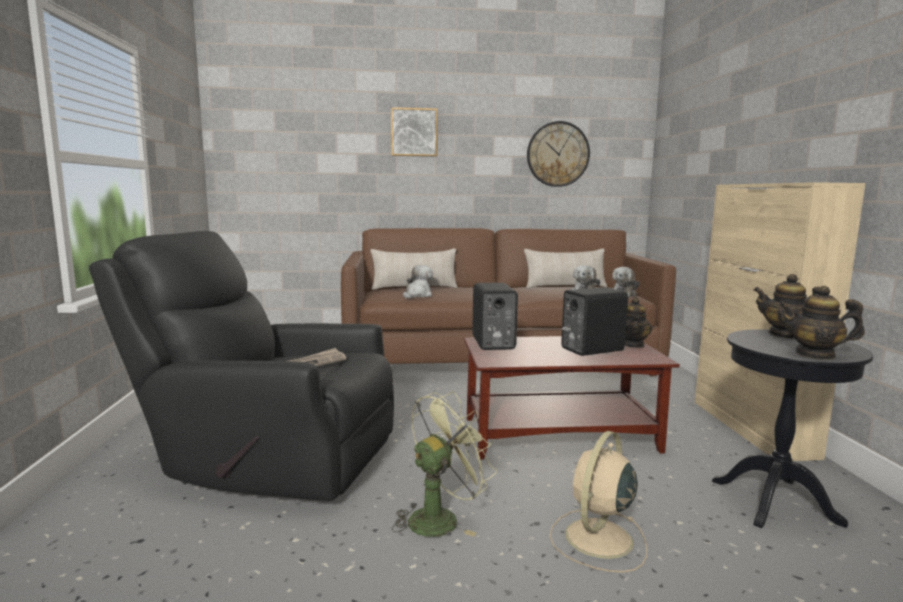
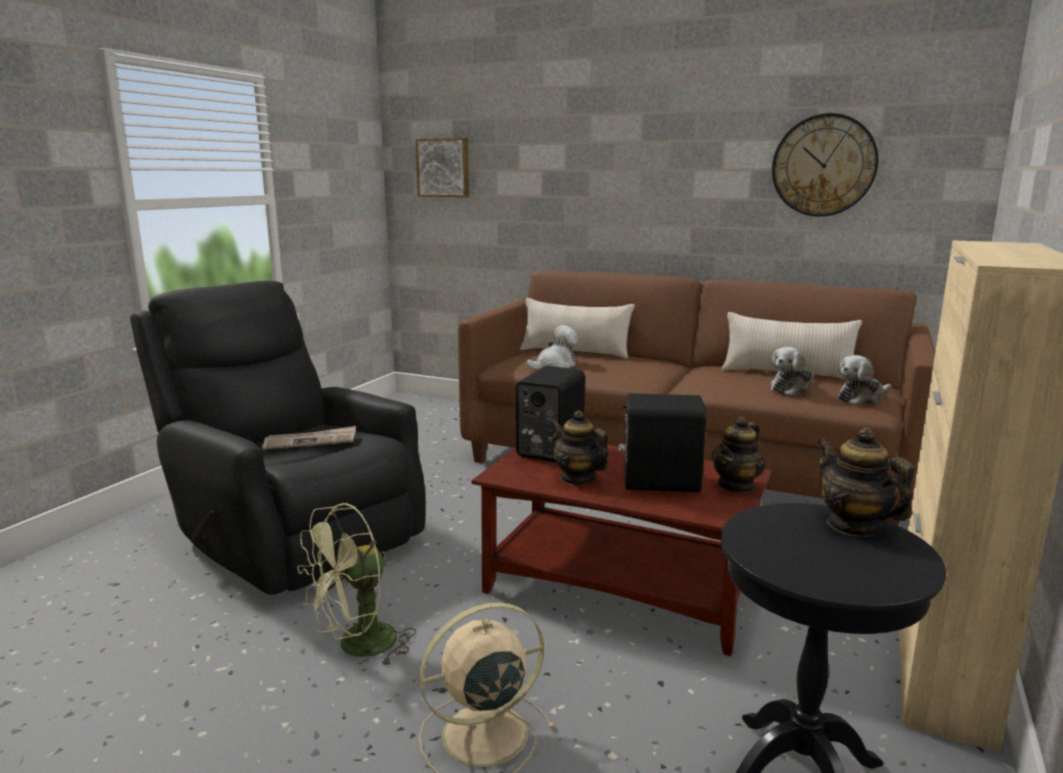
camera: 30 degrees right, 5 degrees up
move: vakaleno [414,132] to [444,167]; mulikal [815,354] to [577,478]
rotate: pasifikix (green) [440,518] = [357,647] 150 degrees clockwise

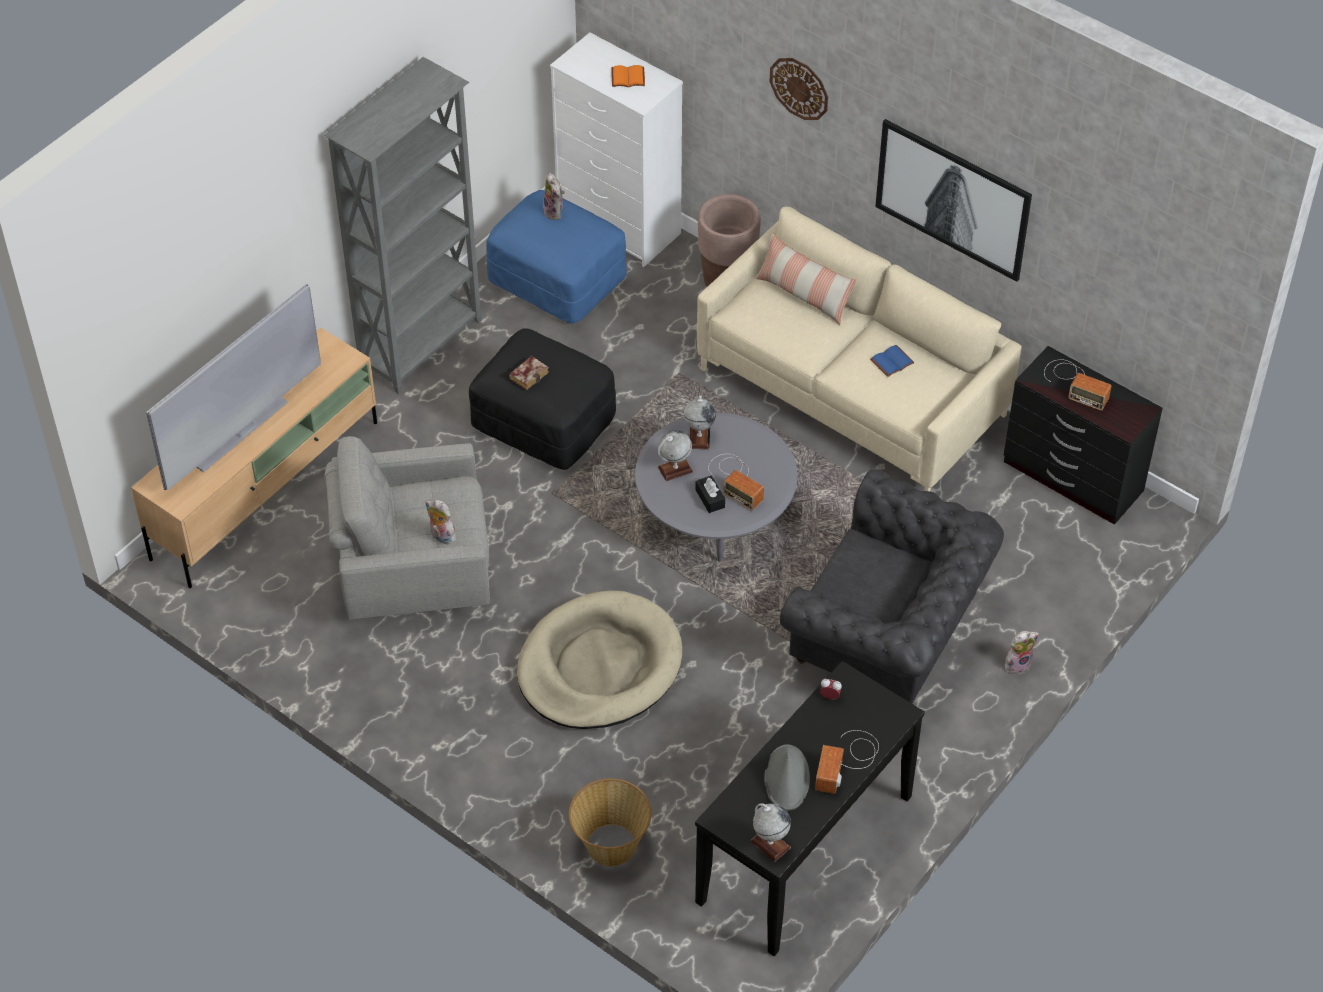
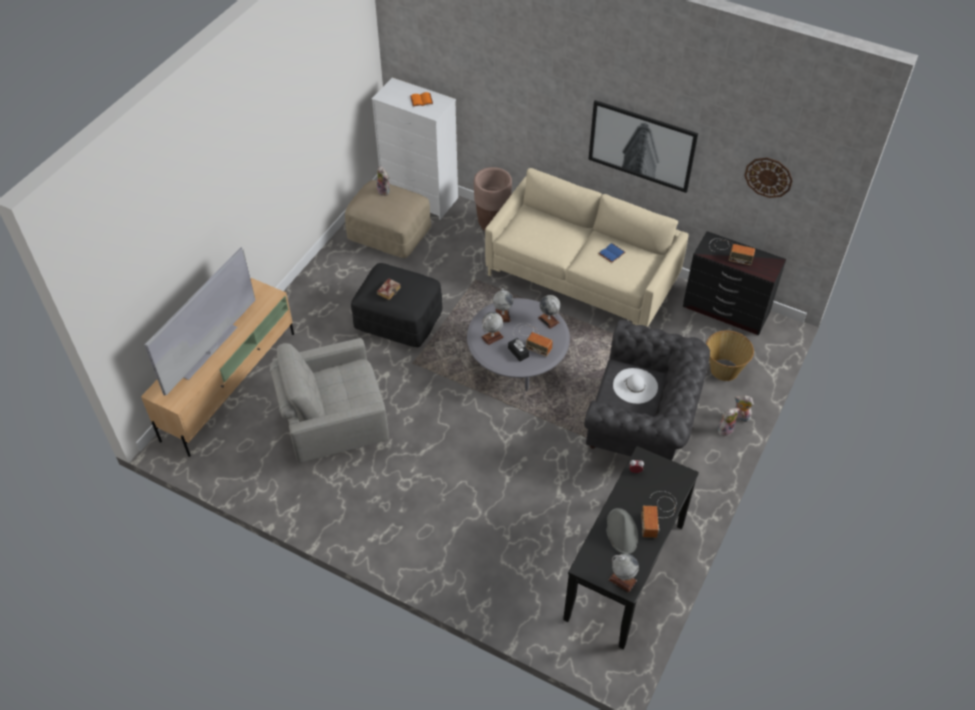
camera: 10 degrees left, 0 degrees up
delete: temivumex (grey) [422,344]; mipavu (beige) [599,666]; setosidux [803,295]
insert: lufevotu [549,320]; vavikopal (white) [635,386]
move: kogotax [441,536] to [740,417]; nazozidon [610,844] to [724,369]; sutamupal [799,88] to [768,177]
recolor: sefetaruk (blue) [556,280] to sefetaruk (beige) [389,234]

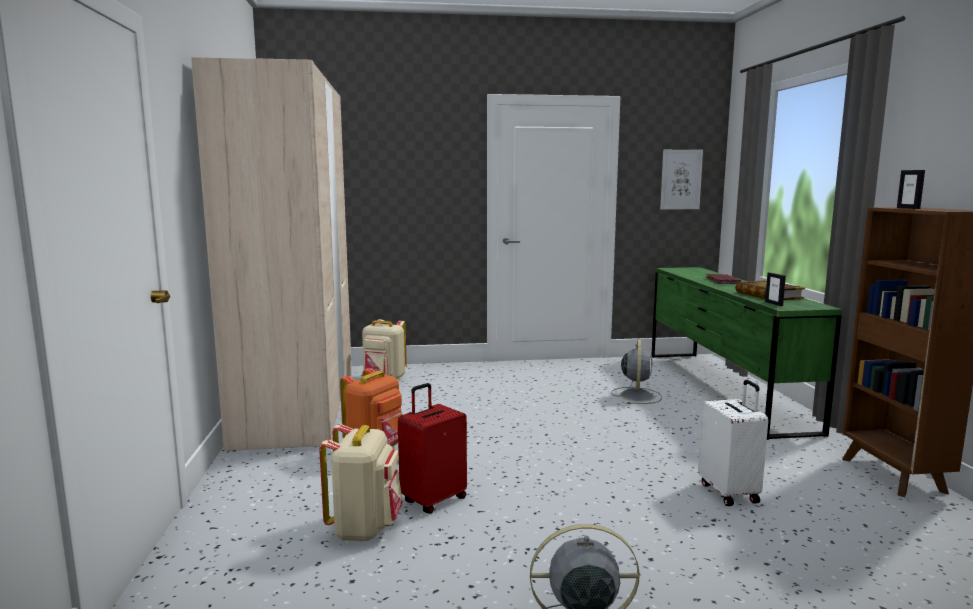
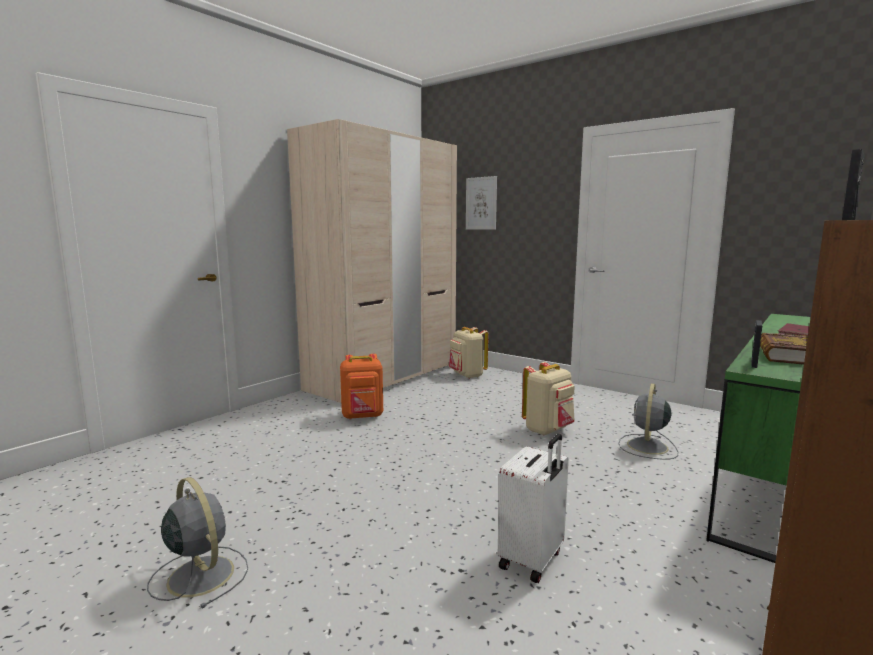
camera: 45 degrees right, 0 degrees up
delete: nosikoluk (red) [433,500]
move: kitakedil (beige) [365,528] to [548,430]; vakaleno [681,179] to [481,203]
rotate: pasifikix (grey) [636,395] = [647,447] 150 degrees clockwise

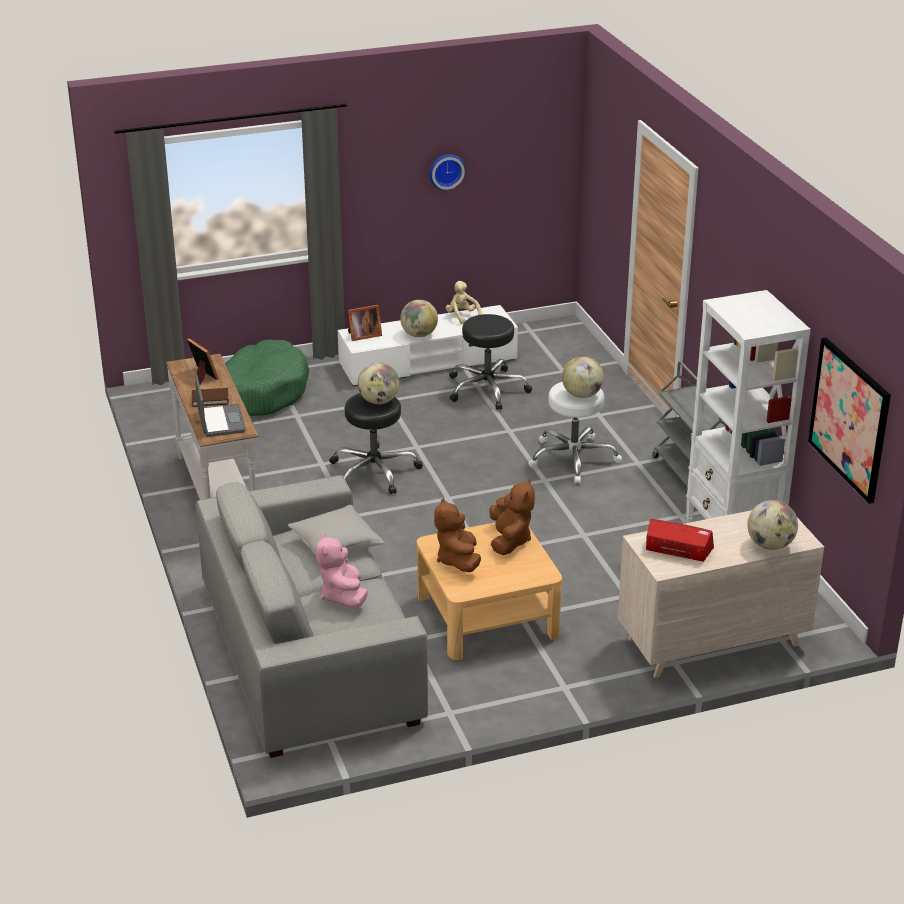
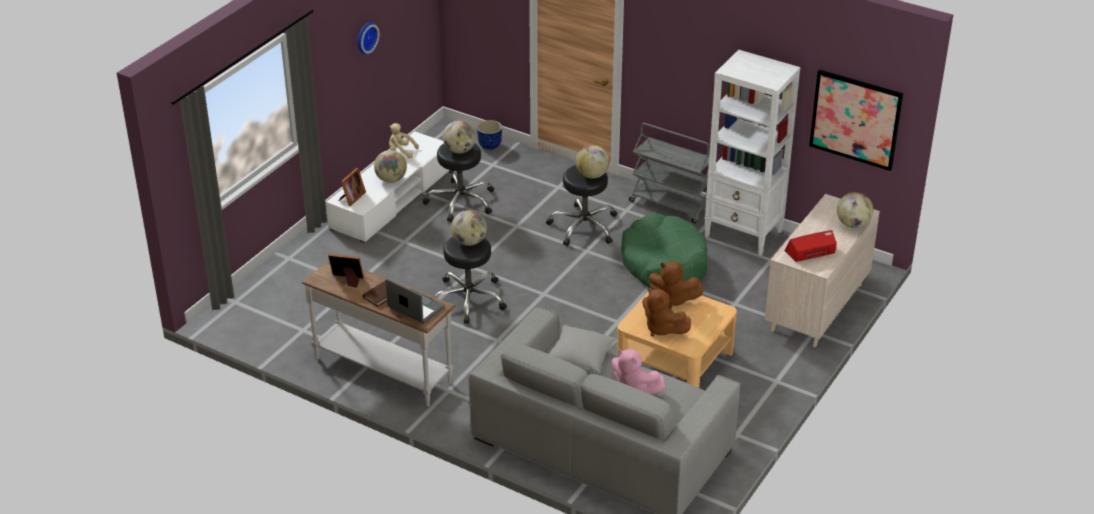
camera: 40 degrees left, 5 degrees up
insert: lufevotu [459,150]; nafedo [490,146]
move: mipavu (green) [260,392] to [664,264]
recolor: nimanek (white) [573,458] to nimanek (black) [583,226]
rotate: kogotax (brown) [509,540] = [673,299] 150 degrees clockwise

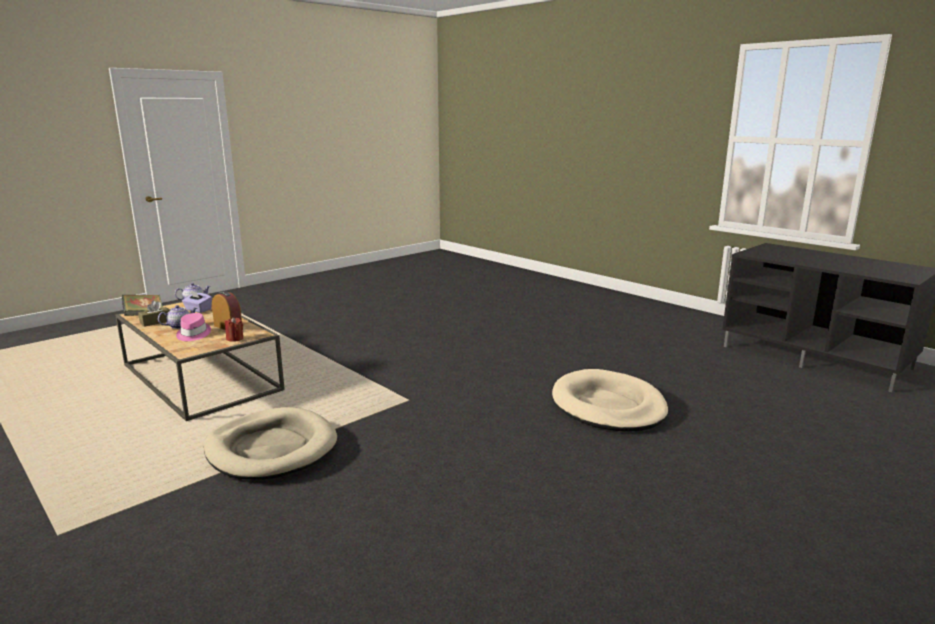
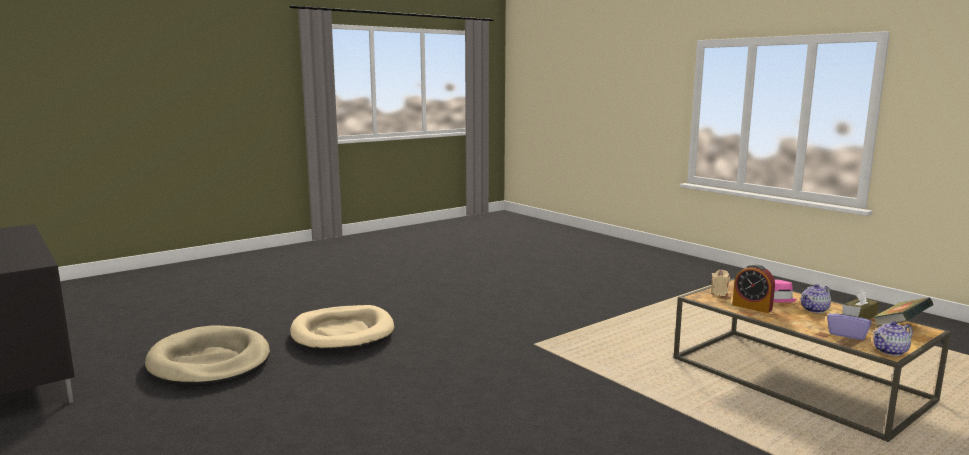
camera: 175 degrees left, 5 degrees down
move: mipavu (beige) [271,448] to [210,362]
recolor: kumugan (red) [235,339] to kumugan (beige) [719,293]

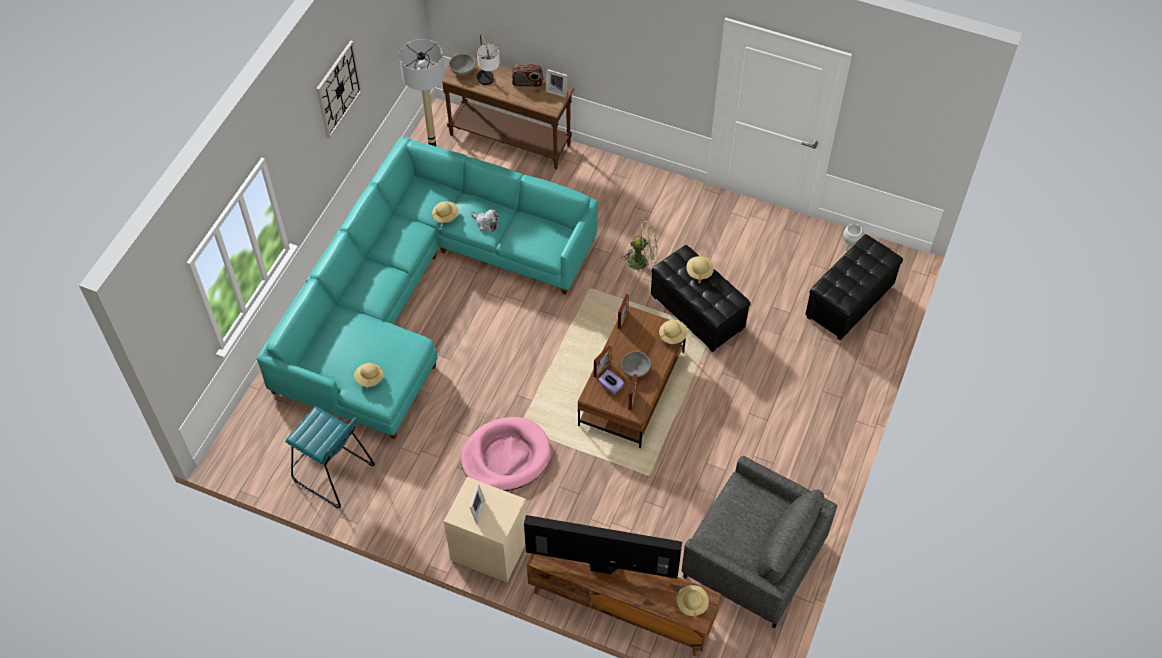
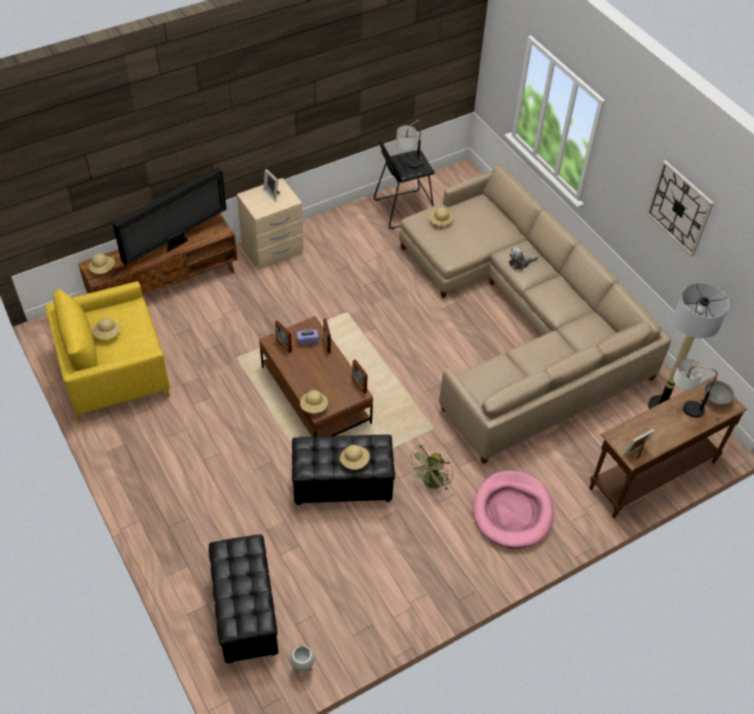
camera: 125 degrees right, 5 degrees down
delete: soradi [527,83]; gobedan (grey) [635,370]
insert: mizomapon [408,167]
move: vavikopal (beige) [445,216] to [107,334]; mipavu (pink) [506,456] to [512,511]; kogotax [486,223] to [520,262]
recolor: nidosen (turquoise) [419,292] to nidosen (beige) [521,324]; nimanek (turquoise) [333,473] to nimanek (black) [403,209]; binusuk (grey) [753,560] to binusuk (yellow) [114,372]

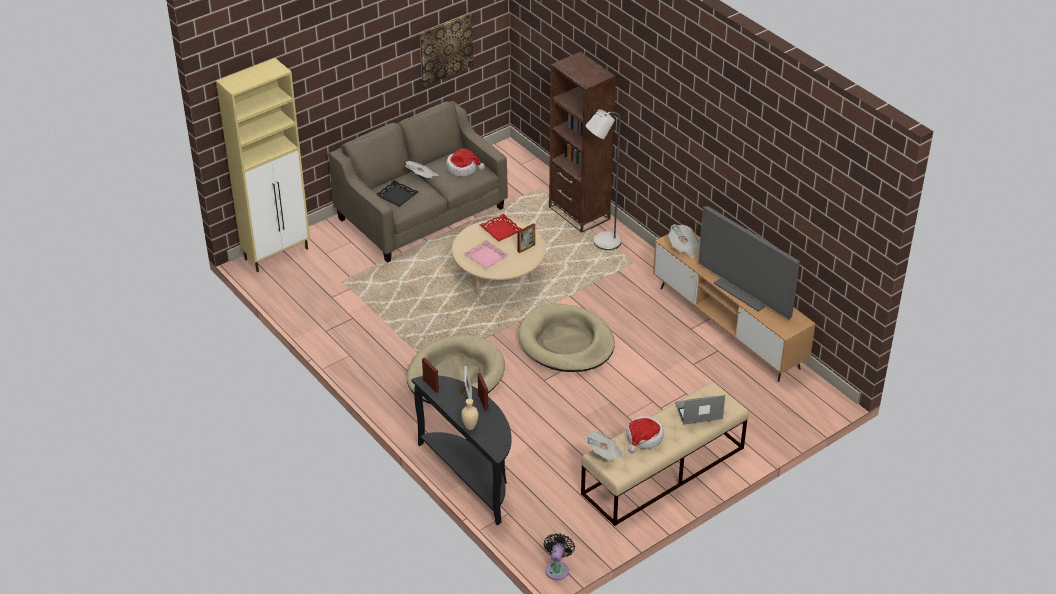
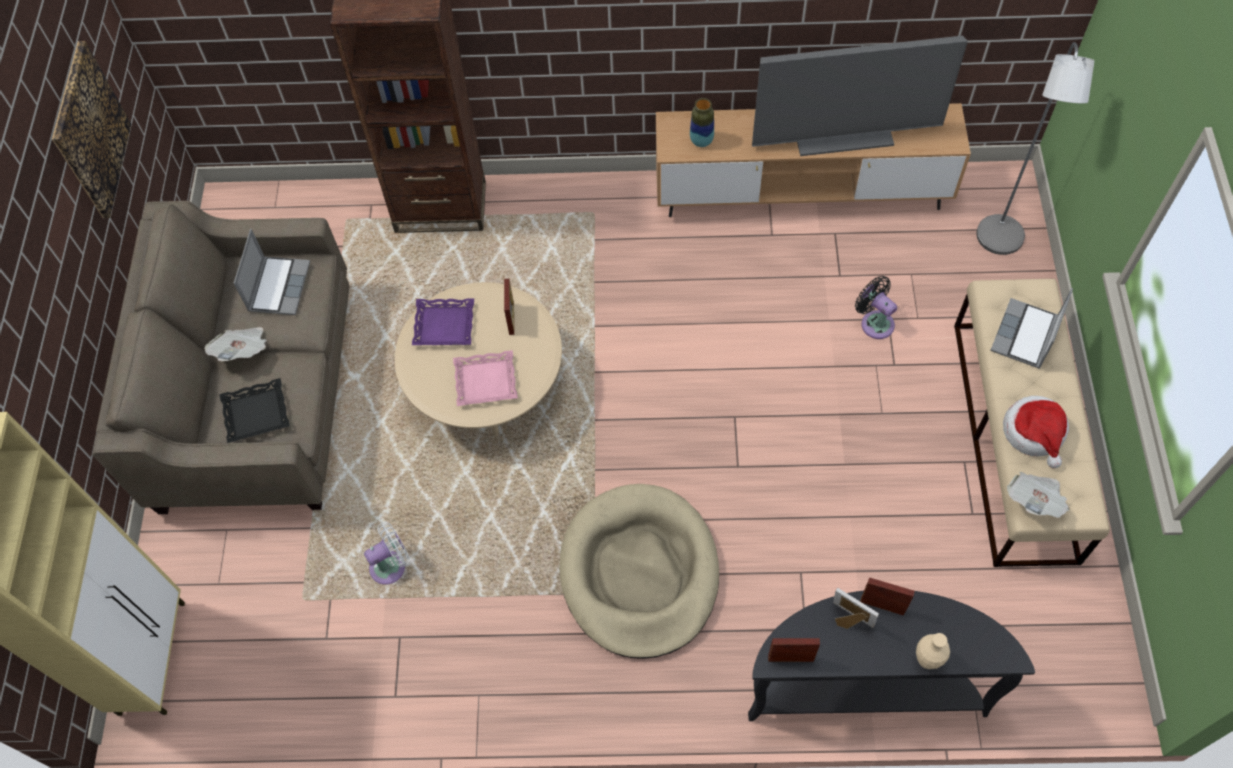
camera: 50 degrees left, 20 degrees up
delete: mipavu (beige) [566,342]
insert: pasifikix (white) [391,565]
move: pasifikix (black) [557,568] to [874,322]; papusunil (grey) [602,243] to [999,243]
replace: vavikopal [463,168] to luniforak [278,286]; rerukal [684,248] to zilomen [701,141]
recolor: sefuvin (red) [500,230] to sefuvin (purple) [444,326]

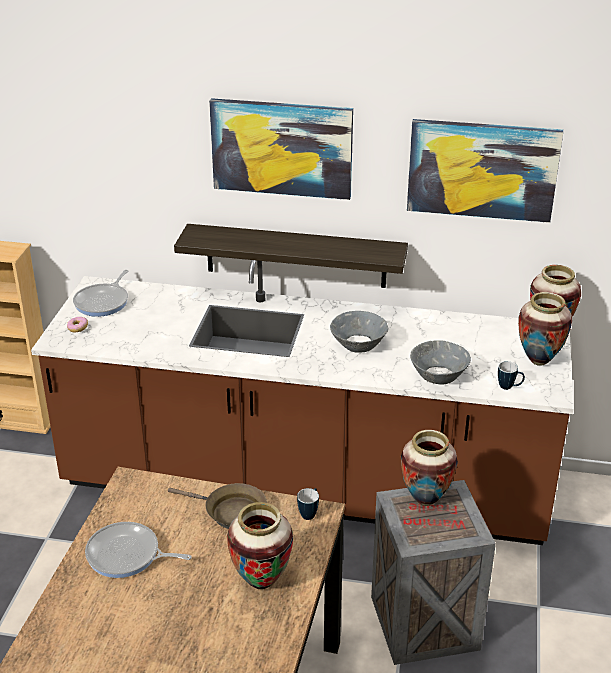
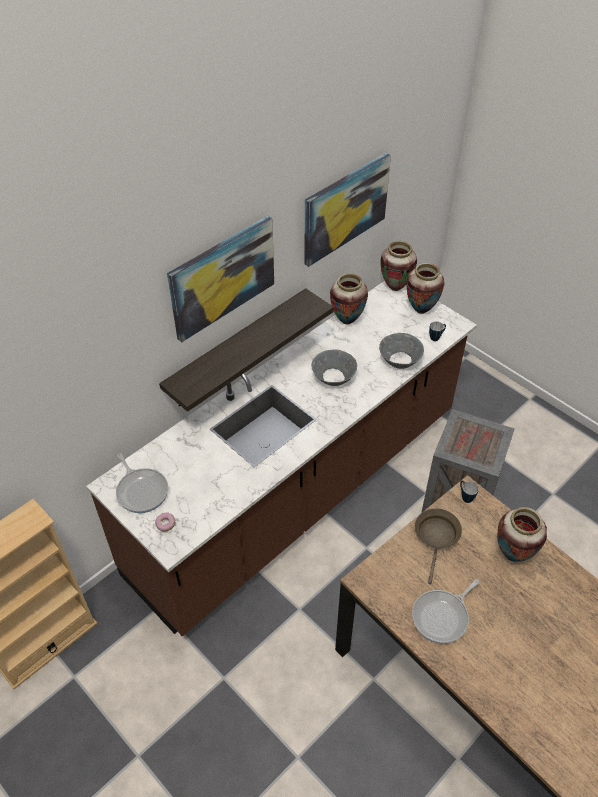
camera: 55 degrees left, 15 degrees up
move: zilomen [425,500] to [347,320]
rotate: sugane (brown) [230,512] = [436,537] 45 degrees counterclockwise

